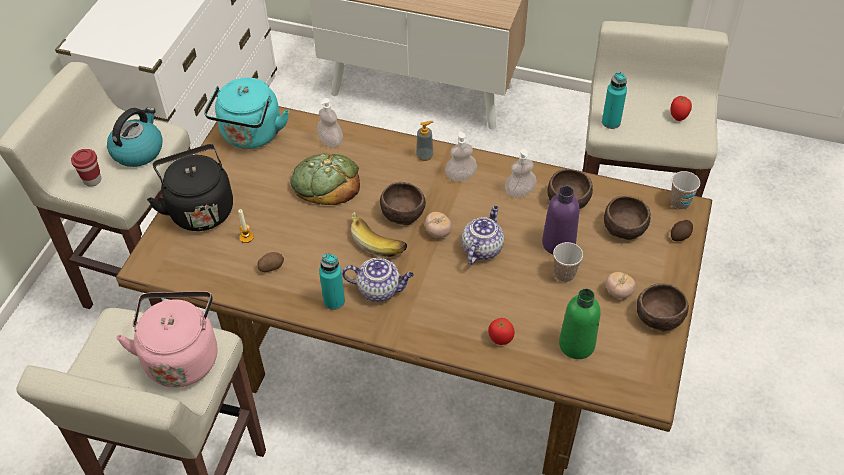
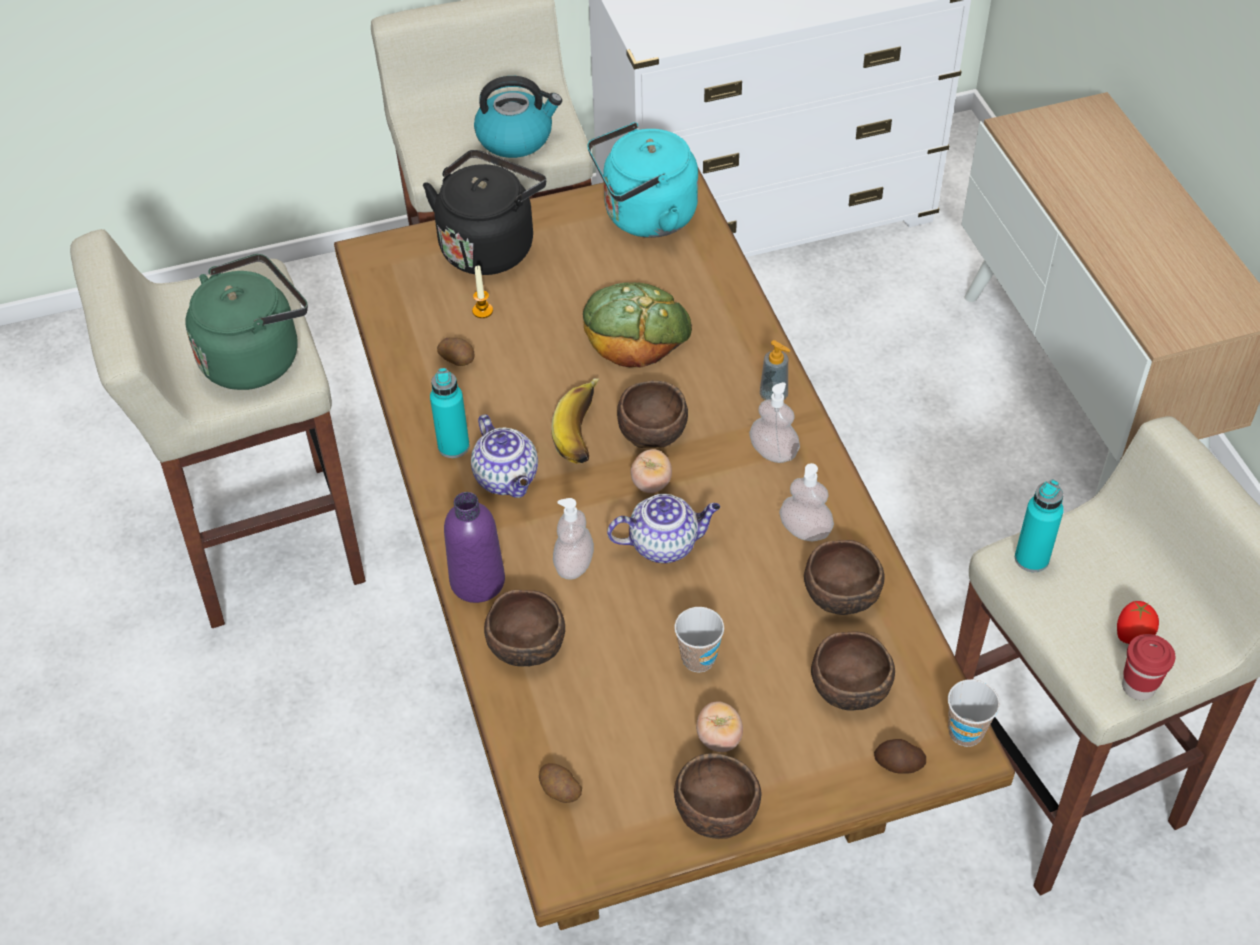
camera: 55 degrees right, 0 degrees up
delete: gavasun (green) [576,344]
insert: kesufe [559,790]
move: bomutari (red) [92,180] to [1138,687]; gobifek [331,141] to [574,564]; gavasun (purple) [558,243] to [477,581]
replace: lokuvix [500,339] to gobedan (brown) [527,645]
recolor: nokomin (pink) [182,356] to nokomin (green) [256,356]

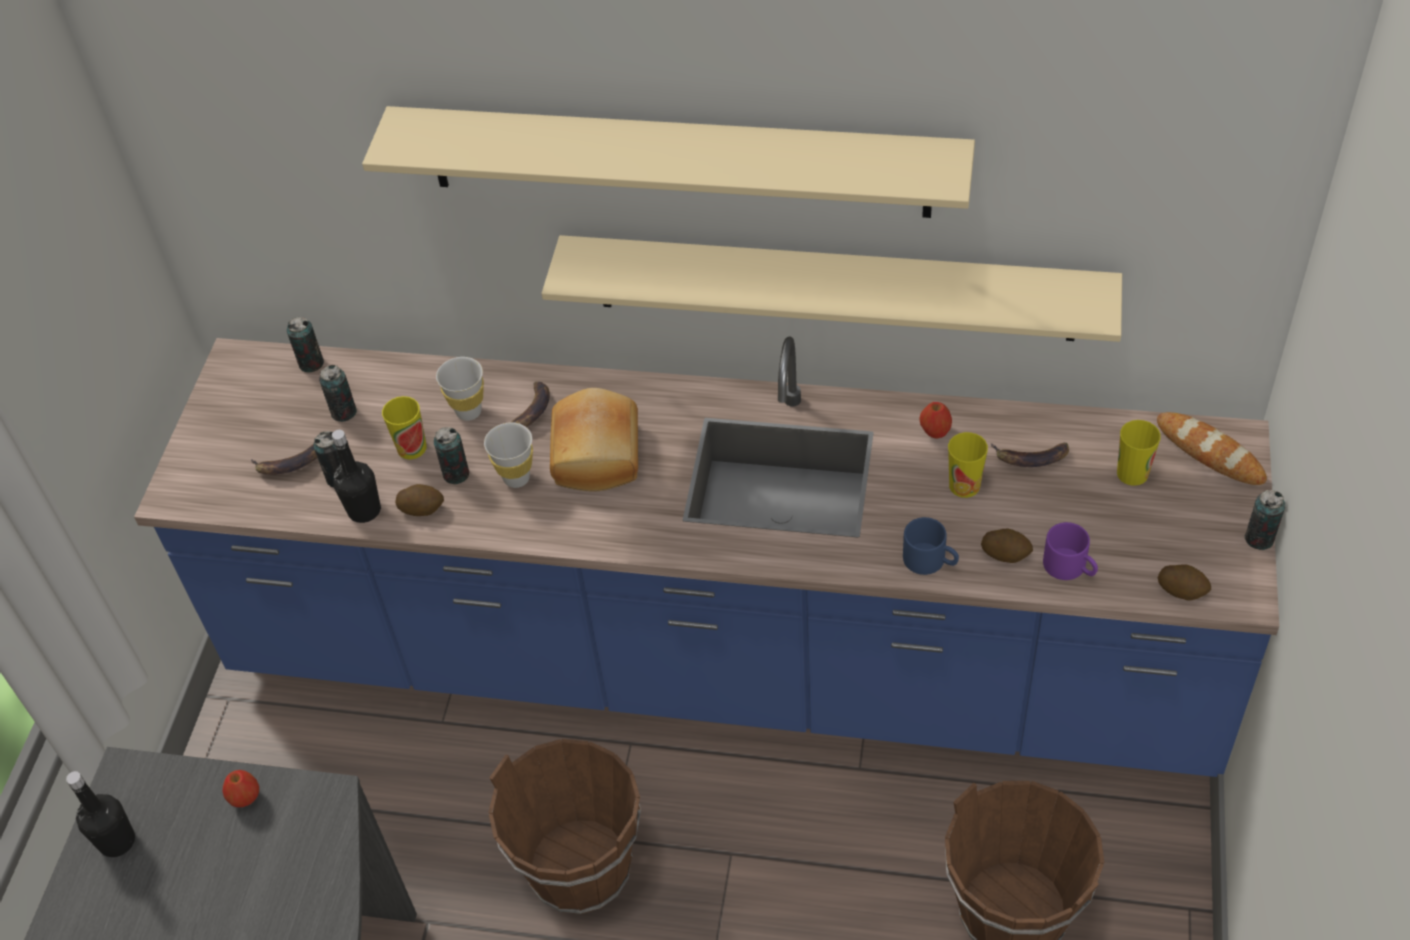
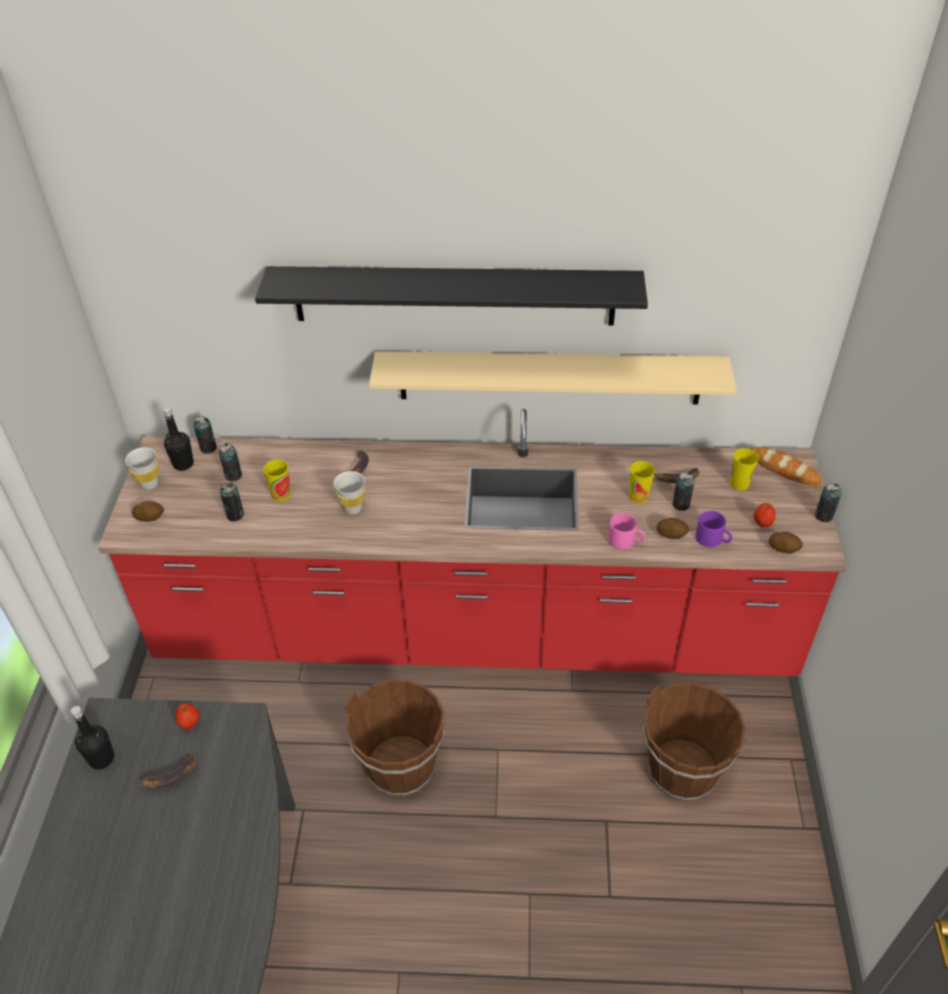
camera: 10 degrees left, 5 degrees down
delete: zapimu [599,455]
move: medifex [290,464] to [169,776]; gavasun (black) [364,510] to [183,464]; kesufe [422,508] to [150,517]; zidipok [456,474] to [681,504]; bomutari (white) [469,411] to [150,484]; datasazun [935,432] to [762,523]
recolor: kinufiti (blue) [723,660] to kinufiti (red) [477,631]; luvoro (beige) [677,161] to luvoro (black) [454,295]; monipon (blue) [931,560] to monipon (pink) [626,541]

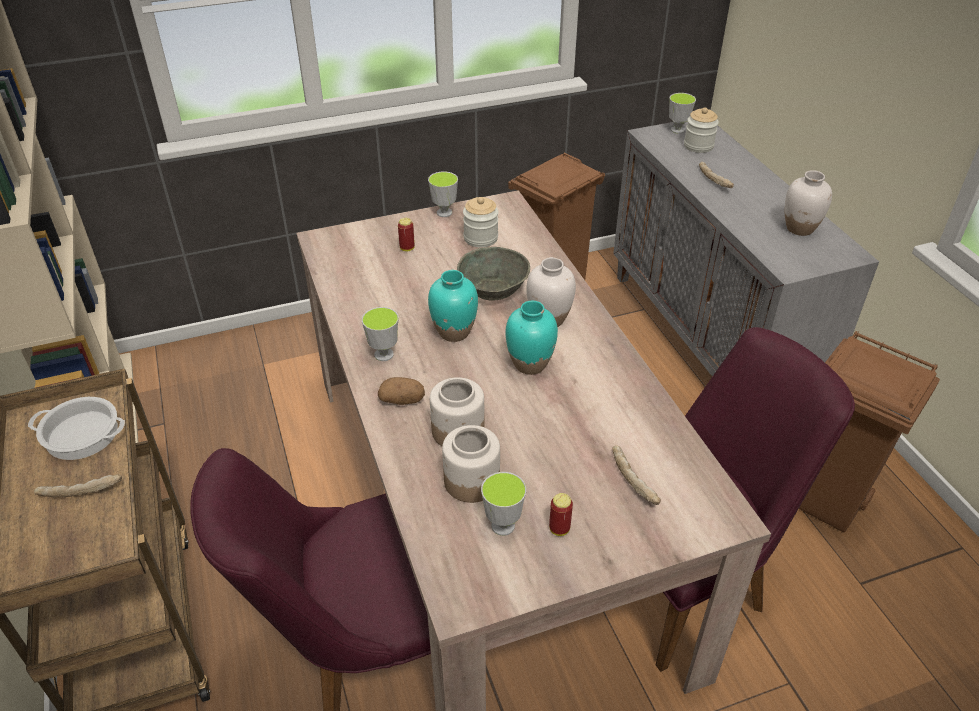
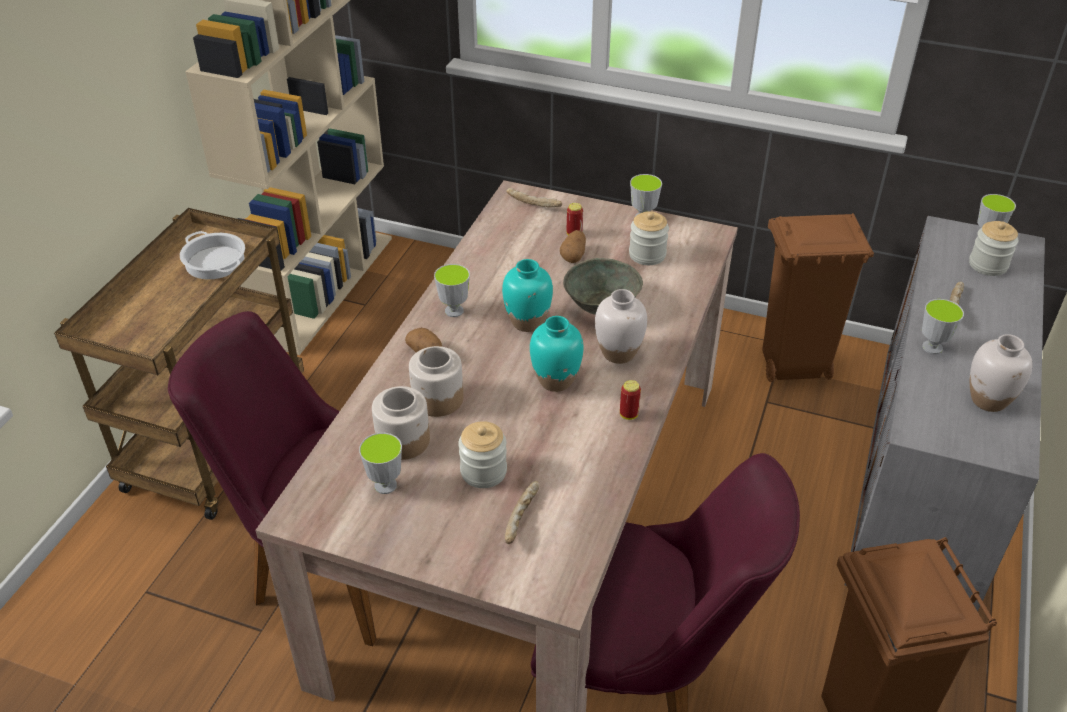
camera: 40 degrees right, 0 degrees up
insert: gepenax [483,471]; kesufe [574,255]; bomutari [932,347]
move: zapimu [81,490] to [534,203]; zidipok [559,529] to [628,415]

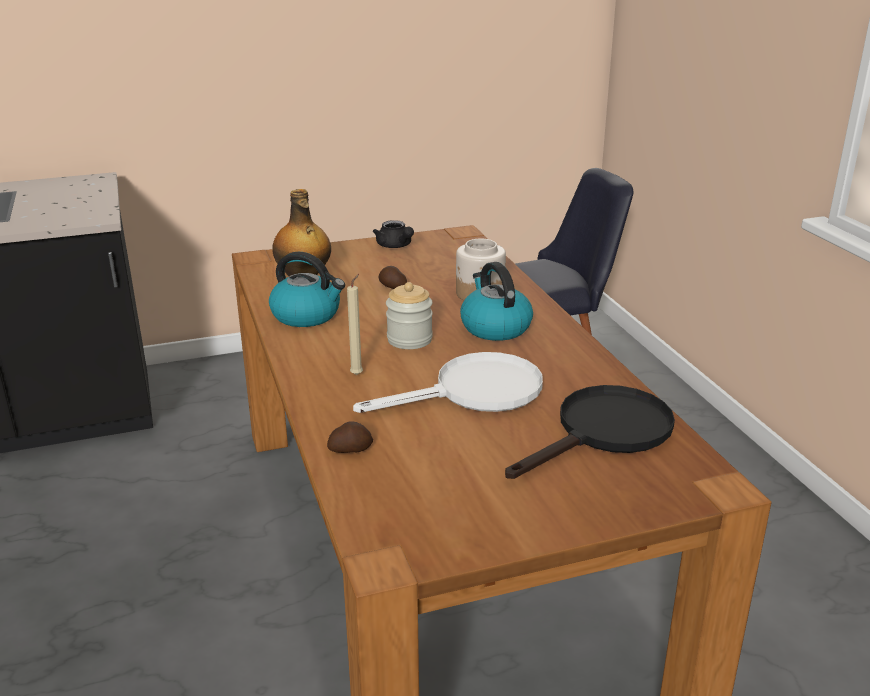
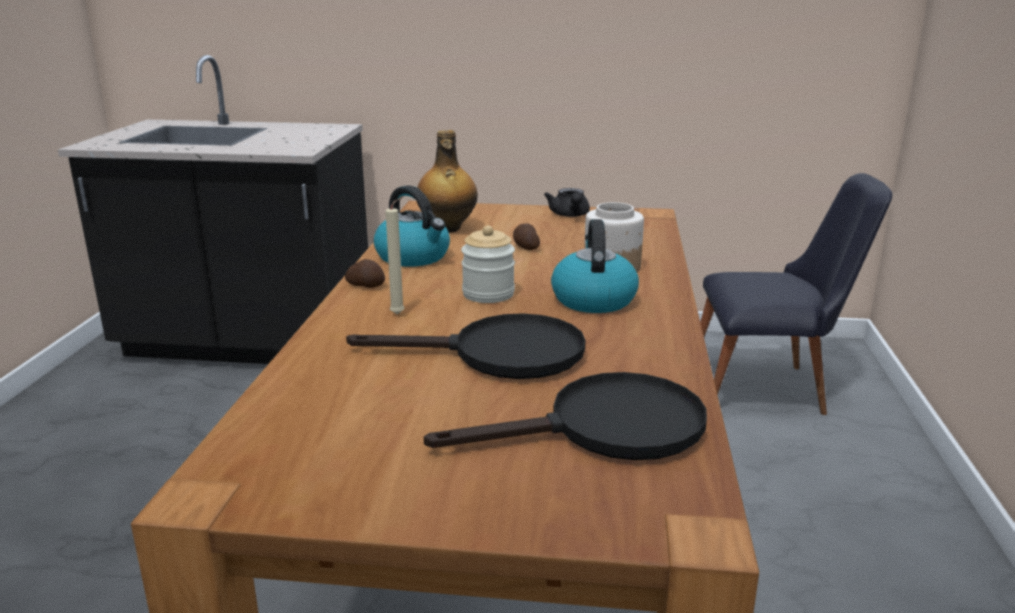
camera: 25 degrees right, 5 degrees down
move: kesufe [350,449] to [366,285]
recolor: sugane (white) [474,392] to sugane (black) [499,354]

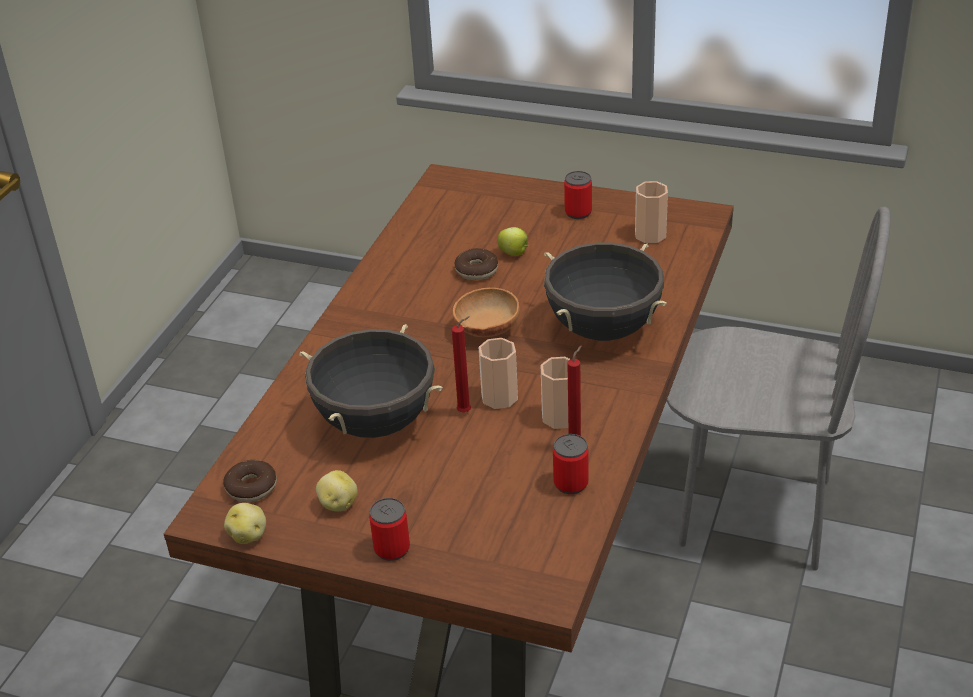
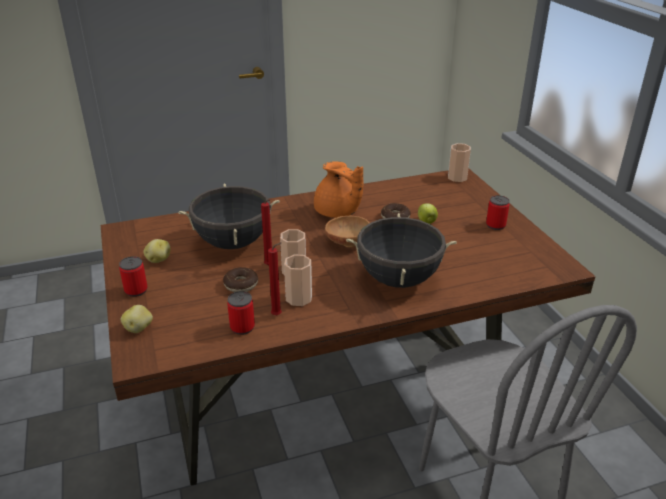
camera: 50 degrees right, 5 degrees down
insert: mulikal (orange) [337,213]
move: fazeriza [251,487] to [241,285]; kesufe [248,535] to [139,328]; bomutari [650,235] to [457,177]

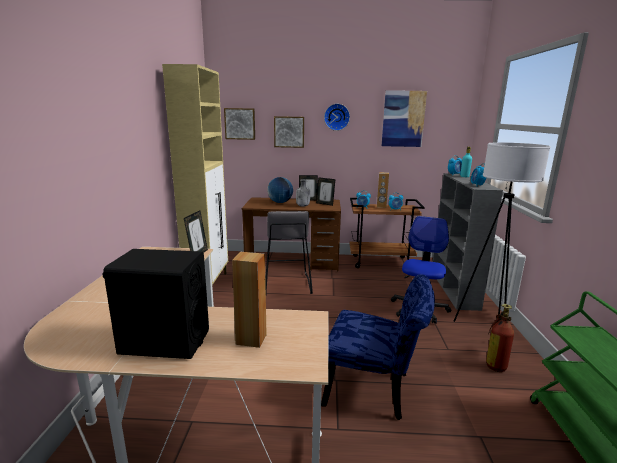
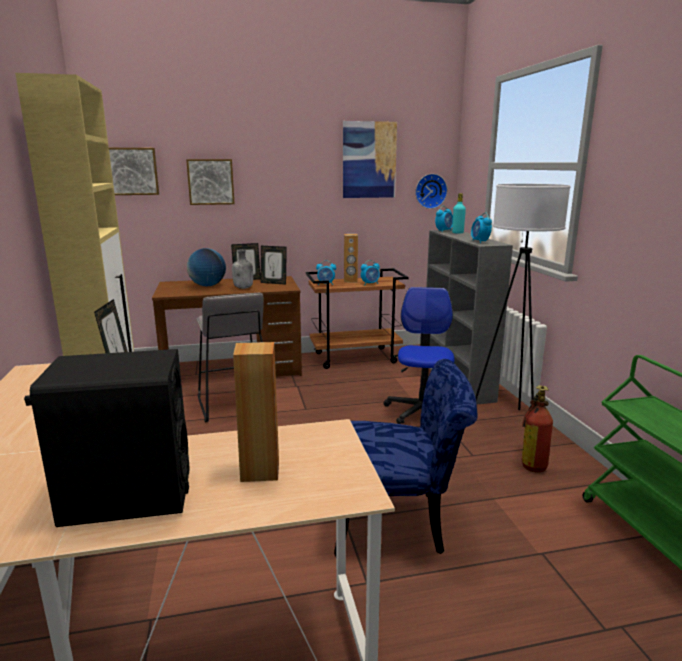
camera: 15 degrees left, 0 degrees up
move: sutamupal [336,117] to [430,191]

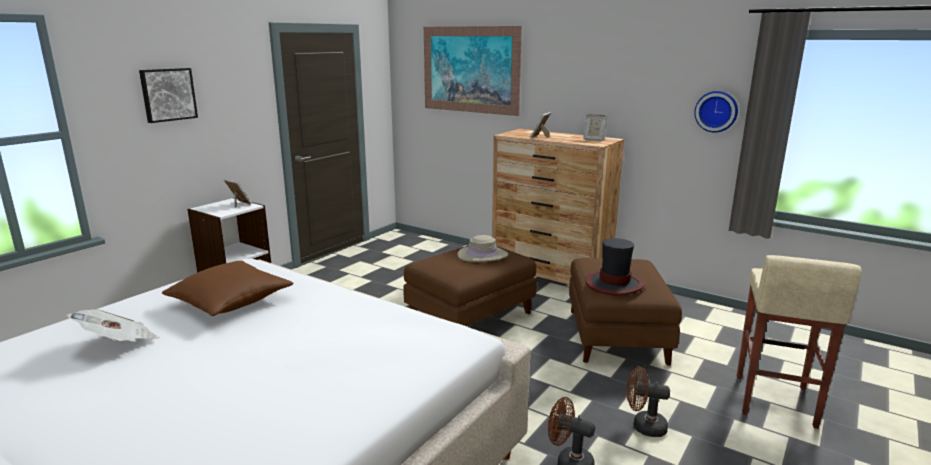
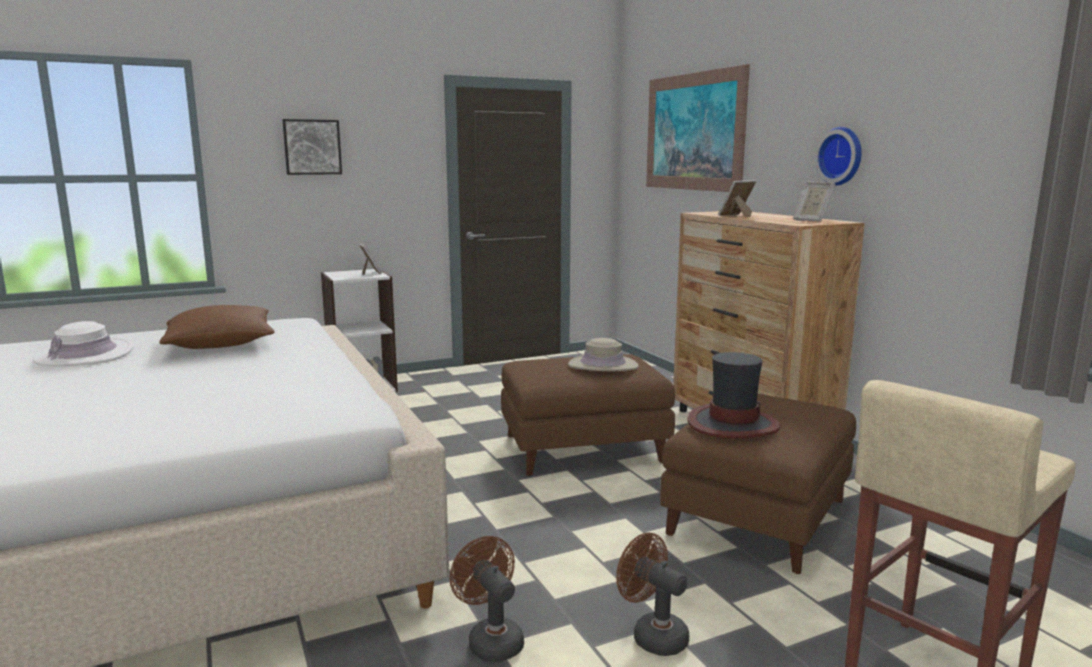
camera: 30 degrees right, 5 degrees down
move: sutamupal [716,111] to [841,156]
replace: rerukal [119,343] to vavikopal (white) [85,356]

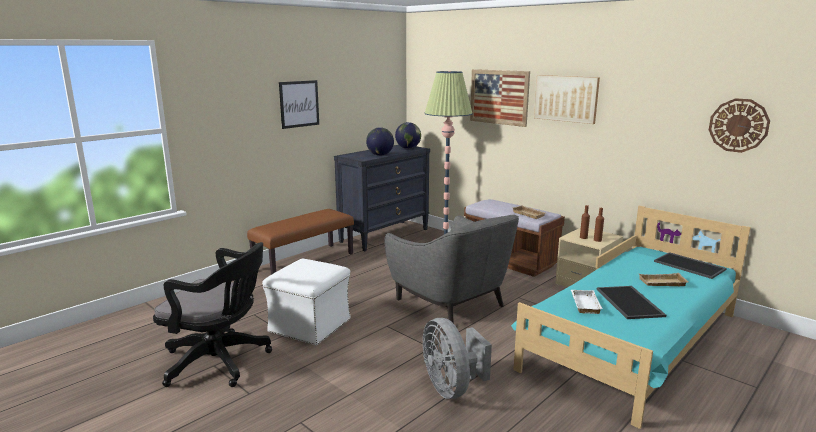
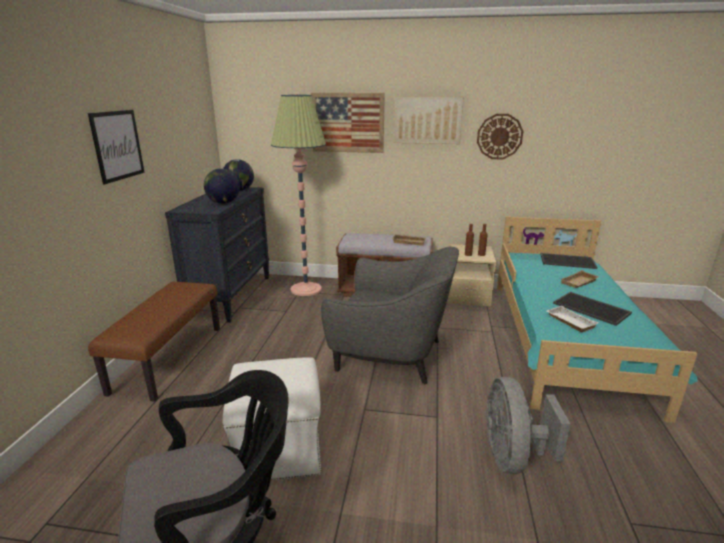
camera: 35 degrees left, 5 degrees up
move: sutamupal [738,125] to [499,136]
rotate: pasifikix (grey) [452,387] = [513,457] 60 degrees clockwise

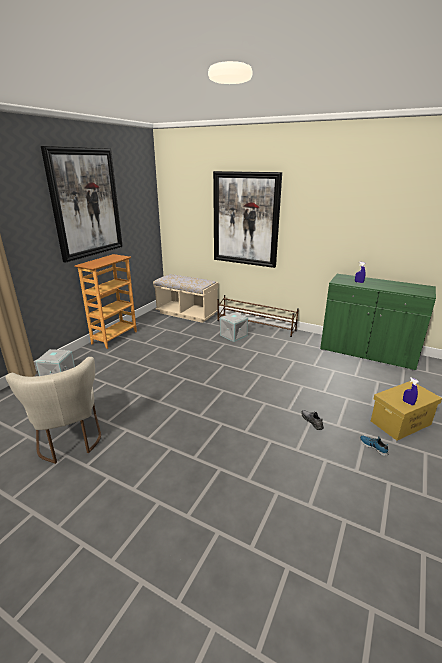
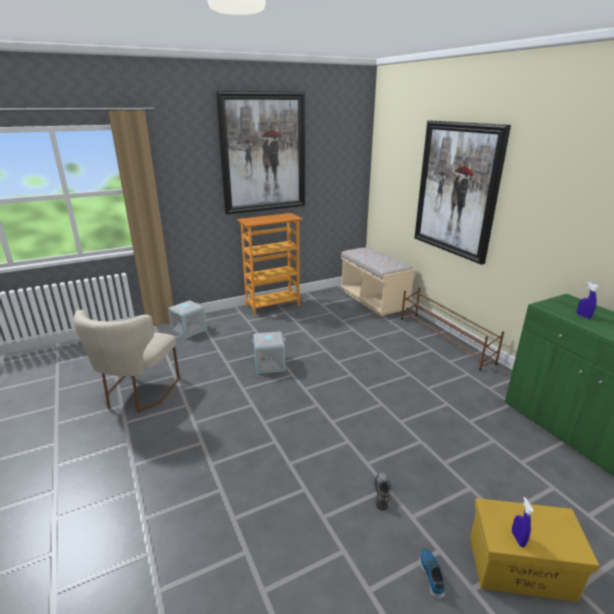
camera: 35 degrees right, 0 degrees up
move: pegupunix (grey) [233,335] to [270,364]

